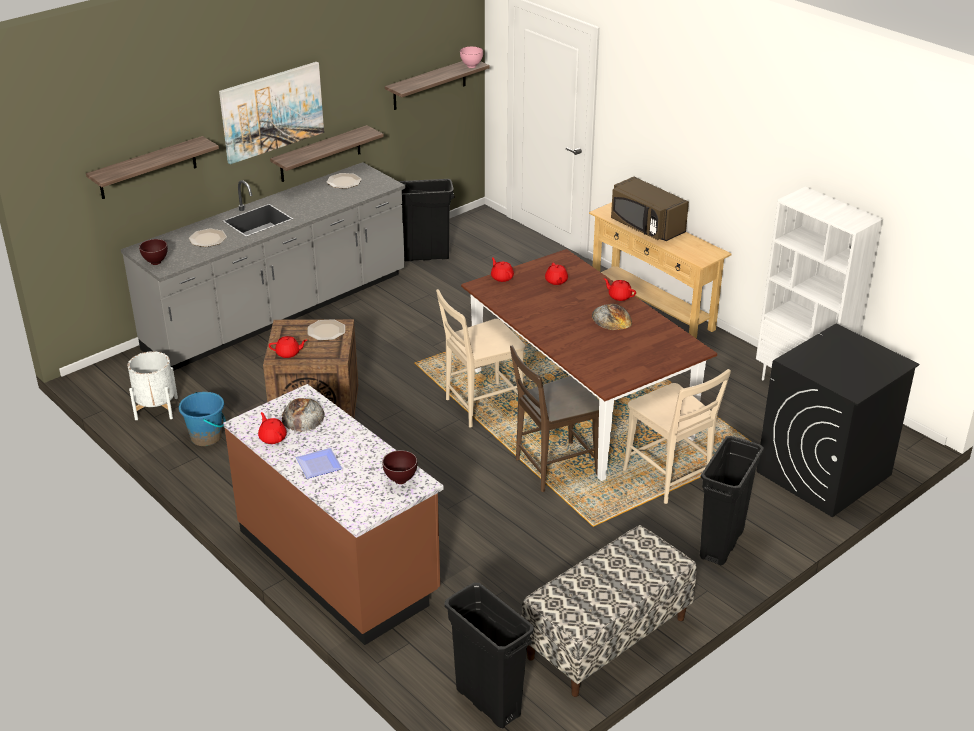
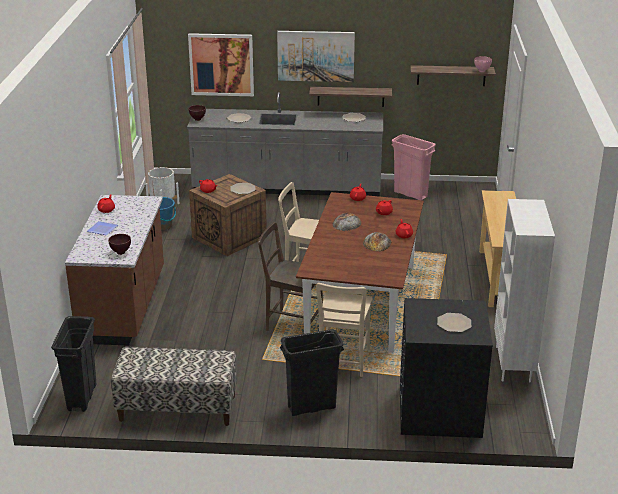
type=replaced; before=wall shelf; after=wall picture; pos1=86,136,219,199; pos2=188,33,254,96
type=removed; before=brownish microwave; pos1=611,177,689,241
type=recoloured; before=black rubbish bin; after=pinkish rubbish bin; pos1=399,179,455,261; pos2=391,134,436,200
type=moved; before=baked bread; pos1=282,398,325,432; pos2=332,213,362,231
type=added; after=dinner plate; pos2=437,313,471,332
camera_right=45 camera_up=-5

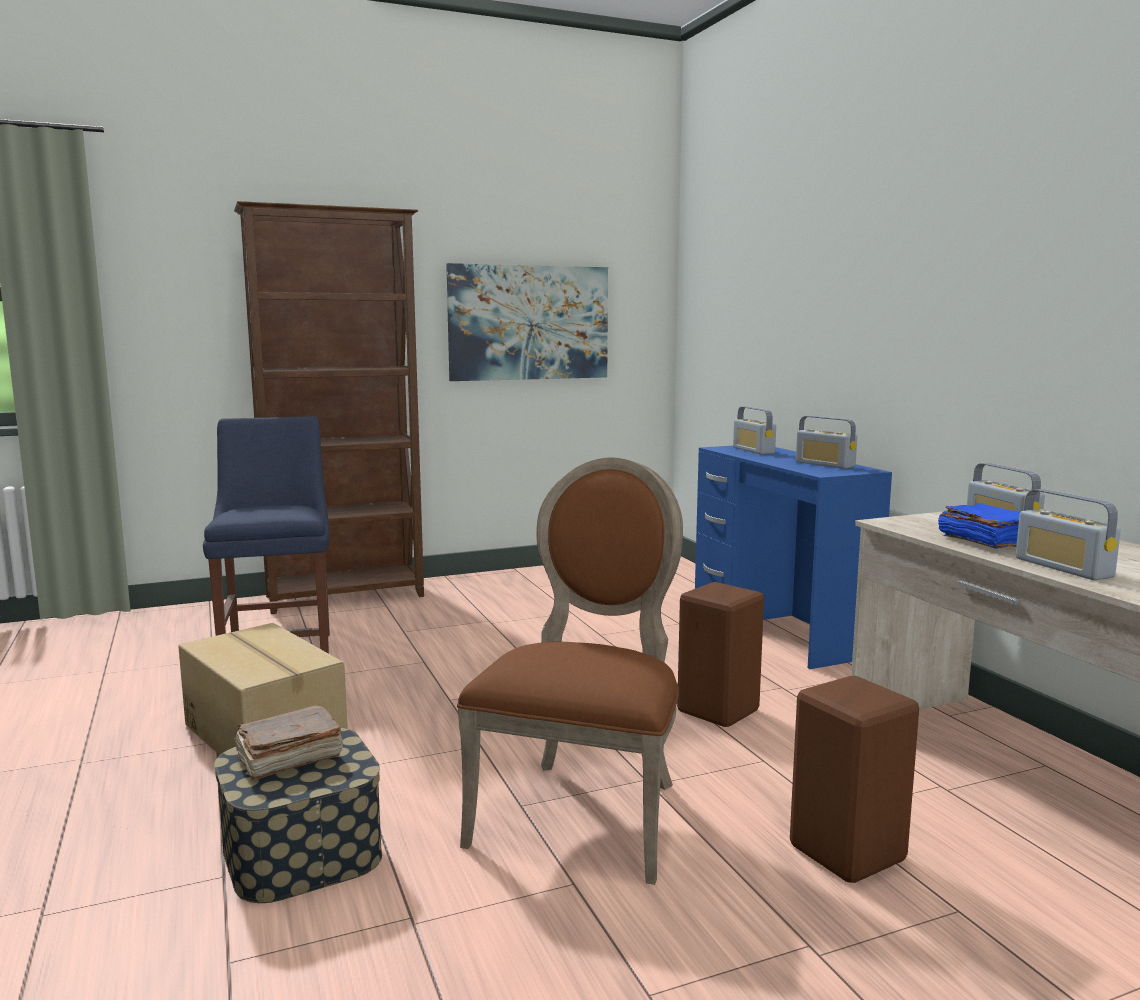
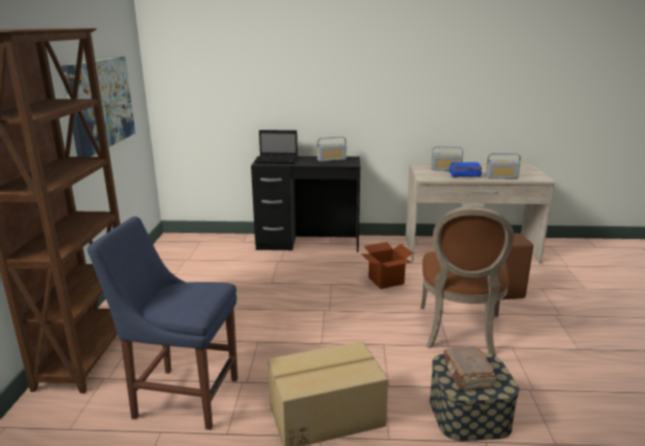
type=replaced; before=radio set; after=notebook computer; pos1=733,406,776,454; pos2=255,130,298,164
type=recoloured; before=bluish desk table; after=black desk table; pos1=695,446,892,669; pos2=251,156,360,252
type=turned; before=brownish chair; pos1=457,457,683,885; pos2=421,206,514,355; turn=-120
type=replaced; before=brownish stool seat; after=carton; pos1=677,582,764,727; pos2=361,242,413,289
camera_right=-65 camera_up=10

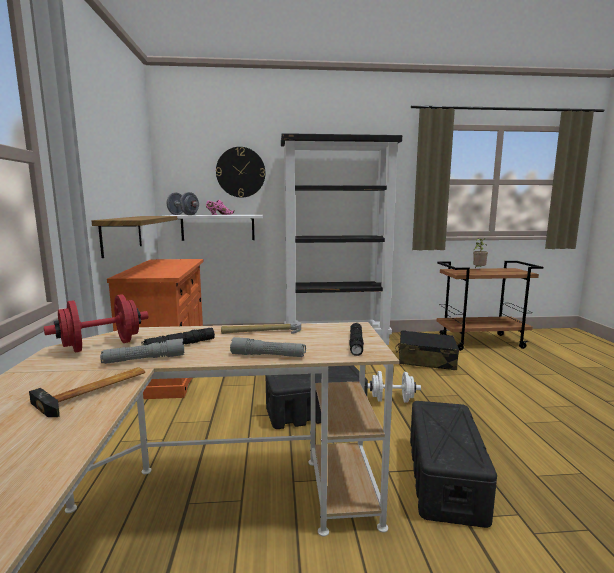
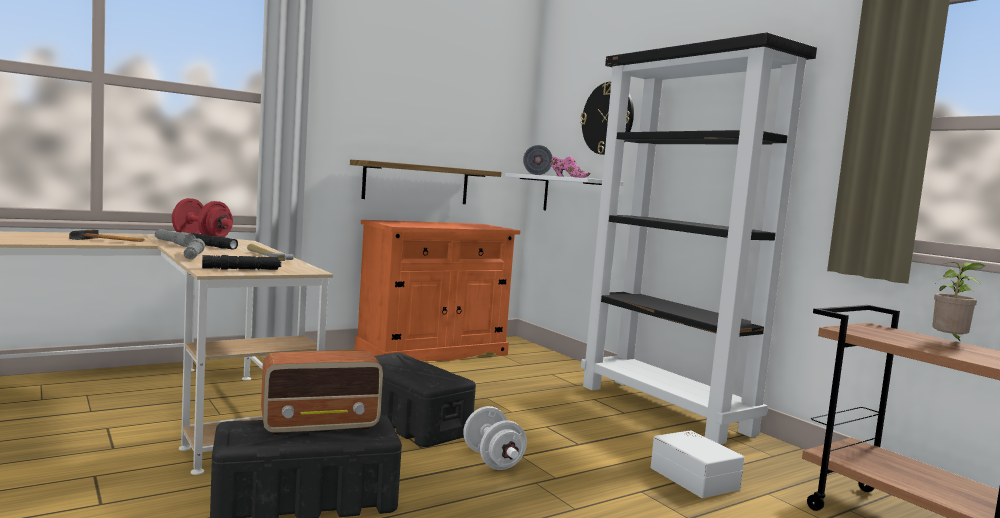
type=replaced; before=black travel case; after=whitish storage bin; pos1=395,330,459,370; pos2=651,430,744,498
type=added; after=radio set; pos2=261,351,383,435
camera_right=60 camera_up=-5

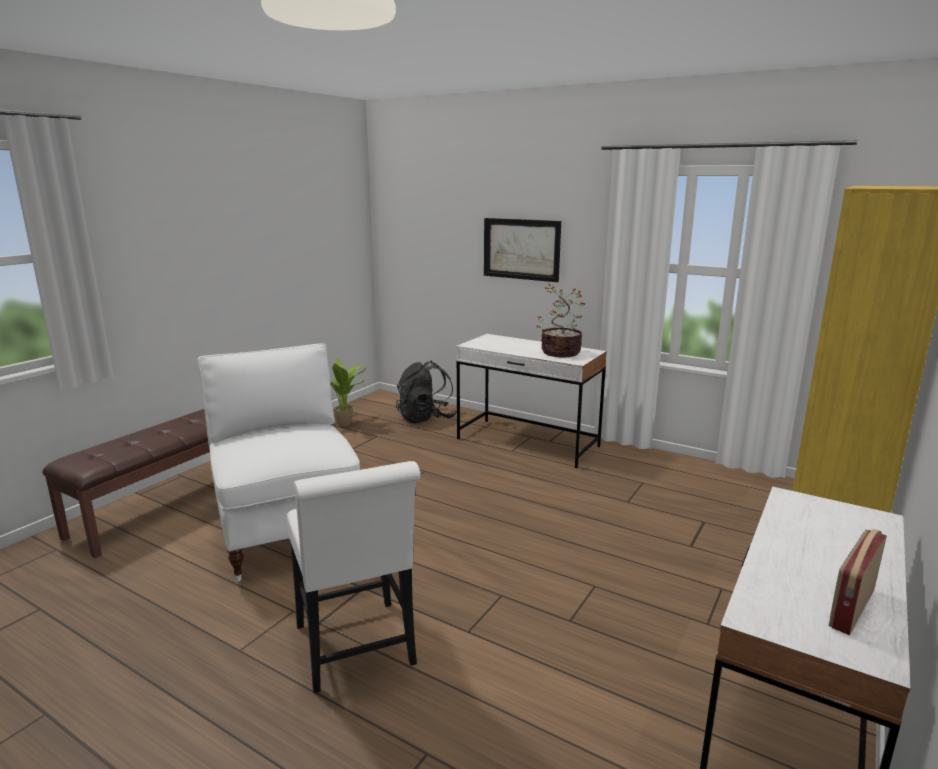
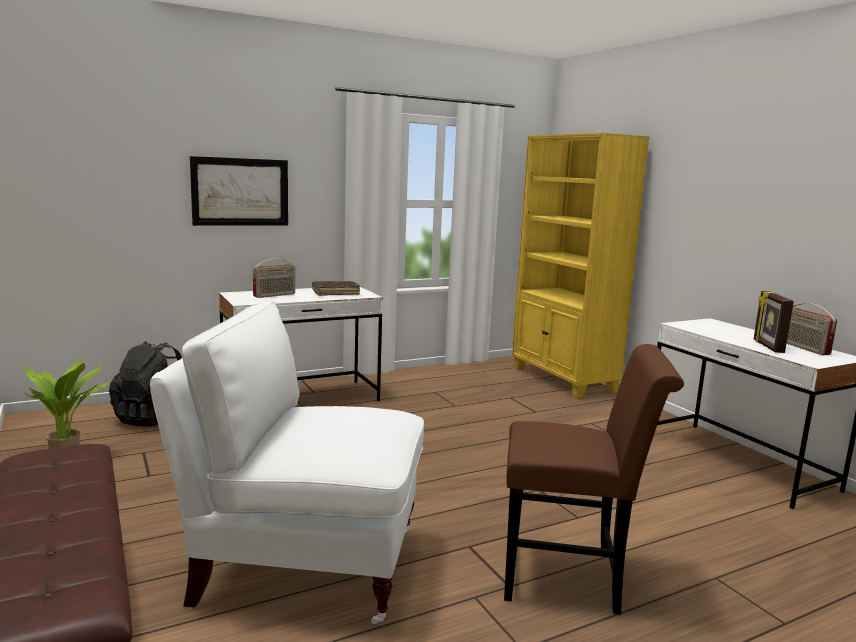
type=replaced; before=plant in a pot; after=brownish bound book; pos1=537,284,585,357; pos2=312,281,360,296
type=recoloured; before=whitish chair; after=brownish chair; pos1=287,461,421,693; pos2=504,344,684,614
type=added; after=radio set; pos2=253,259,295,298
type=added; after=picture frame; pos2=754,291,794,353
camera_right=-60 camera_up=-5

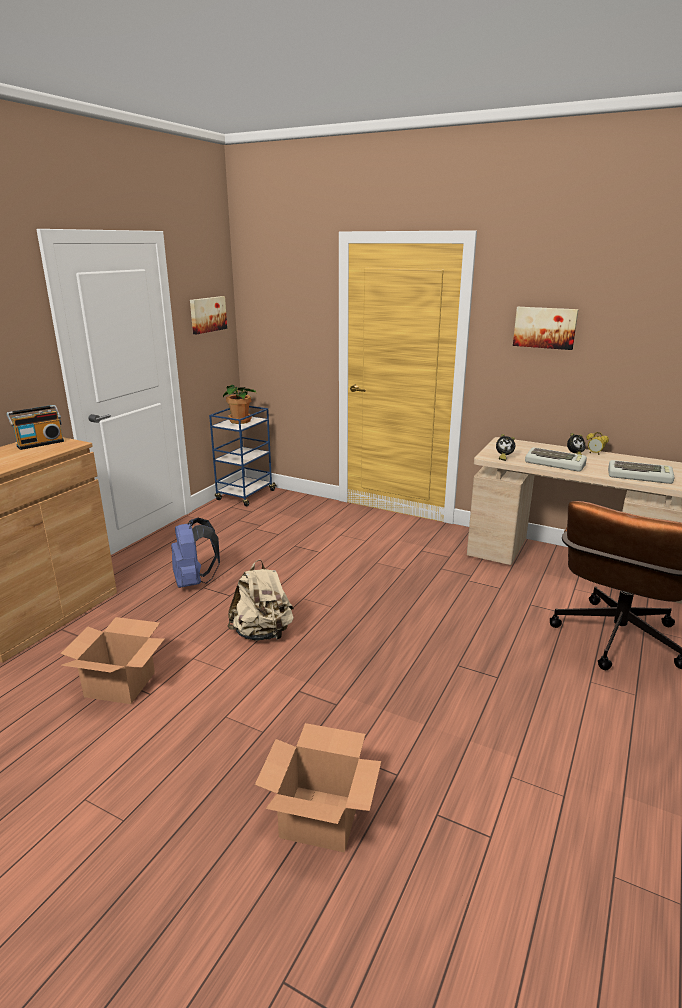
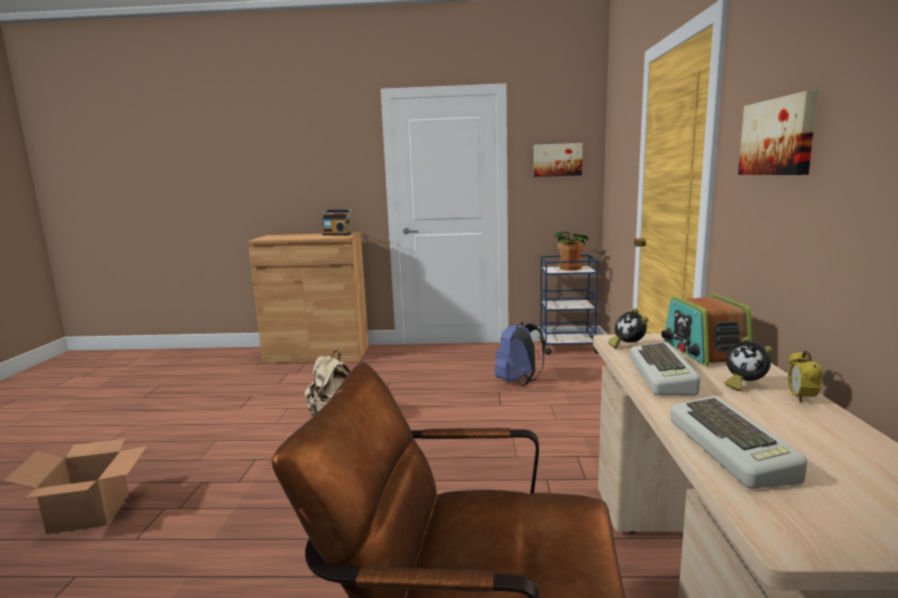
type=moved; before=bluish knapsack; pos1=171,518,220,588; pos2=495,322,545,386
type=removed; before=carton; pos1=60,617,165,704
type=added; after=radio set; pos2=661,294,752,366
camera_right=65 camera_up=-10

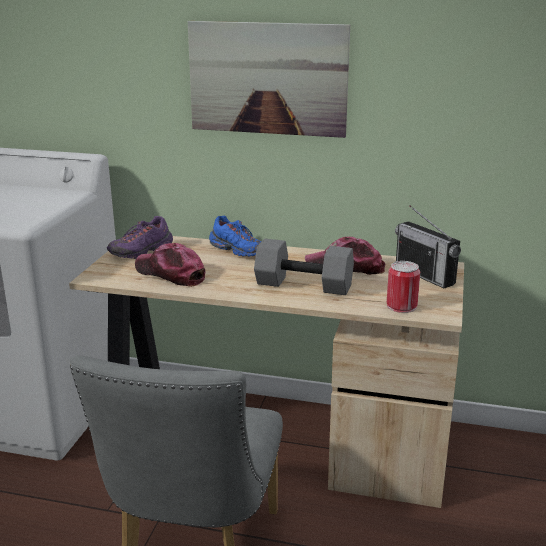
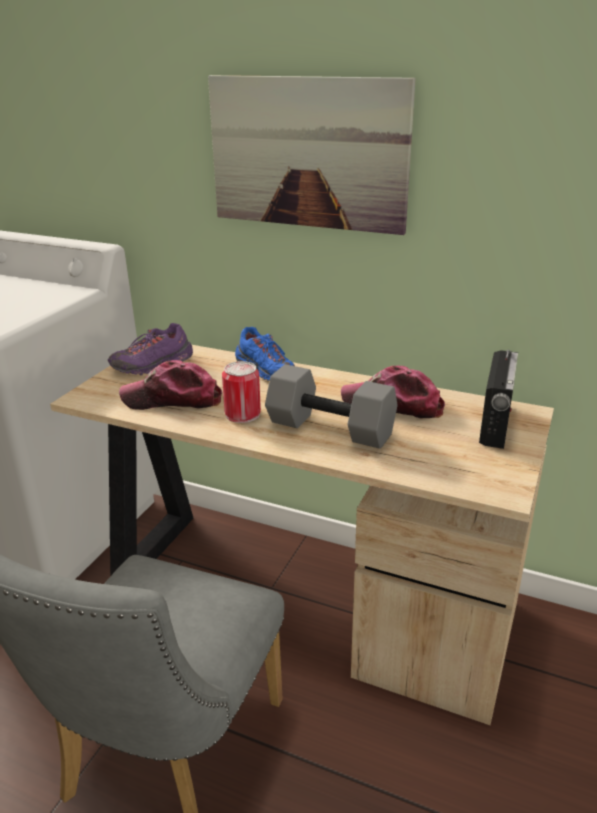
type=turned; before=radio set; pos1=395,205,461,288; pos2=479,350,518,449; turn=-135
type=turned; before=baseball cap; pos1=135,243,205,287; pos2=119,360,222,410; turn=-45
type=moved; before=can; pos1=387,261,420,313; pos2=222,361,261,423
camera_right=10 camera_up=5

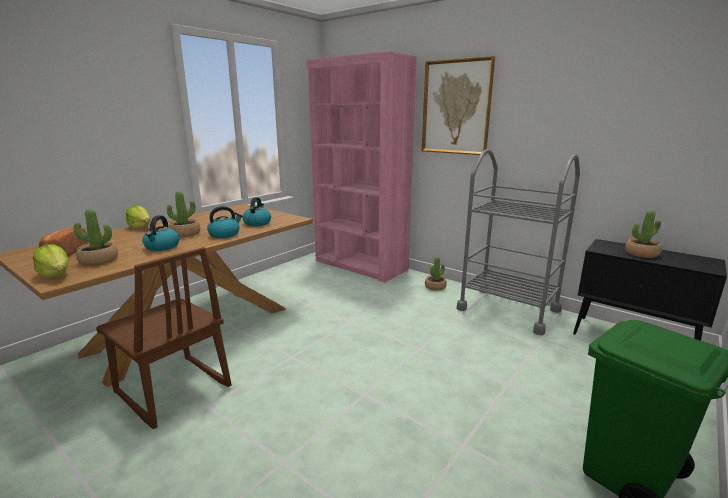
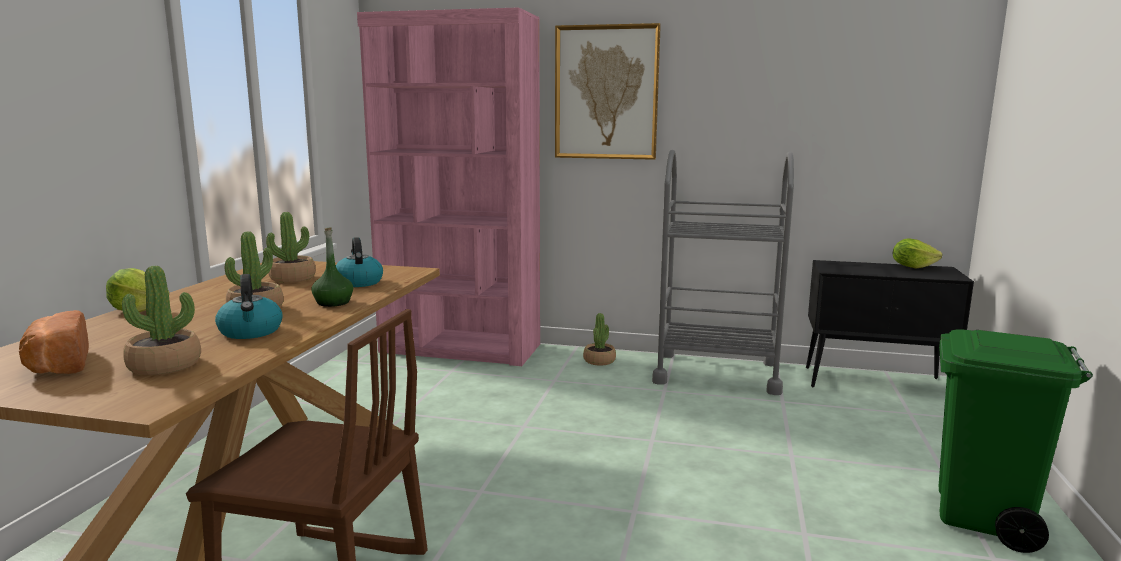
type=replaced; before=tea kettle; after=green drink bottle; pos1=207,206,242,238; pos2=311,227,353,307
type=moved; before=plant in a pot; pos1=625,210,662,258; pos2=266,212,316,283
type=moved; before=lettuce head; pos1=33,244,69,278; pos2=893,238,942,268
camera_right=-25 camera_up=-5

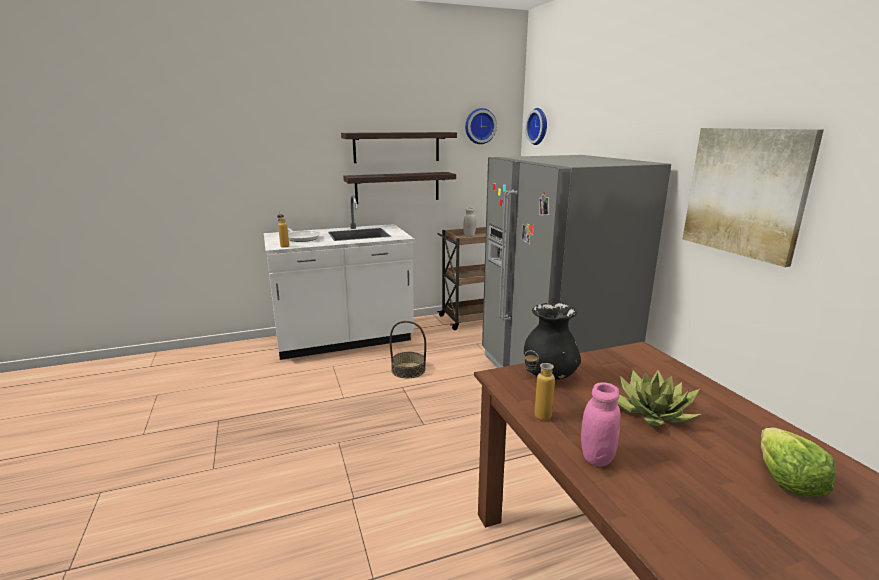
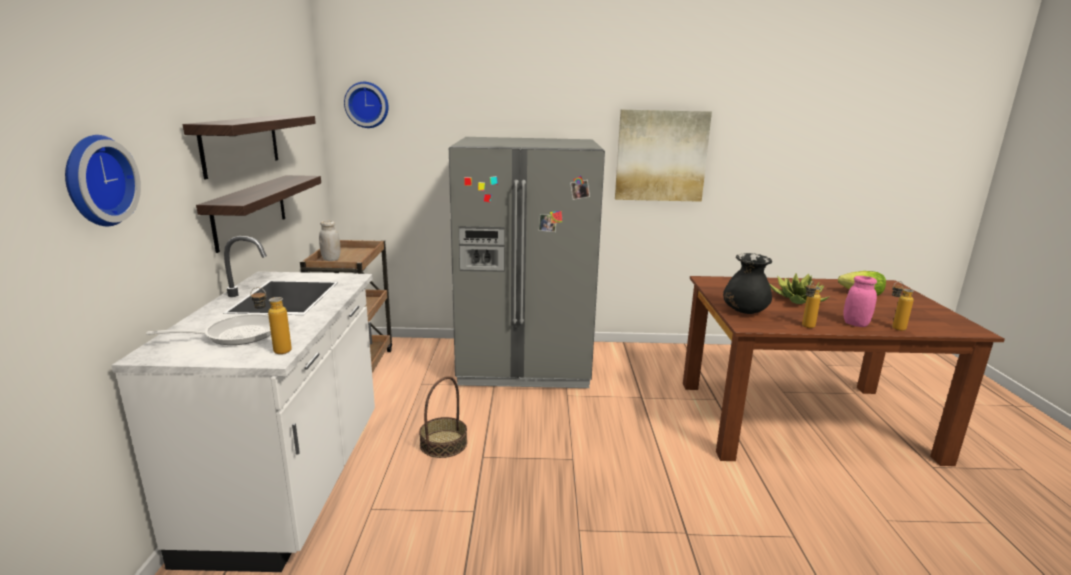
type=moved; before=hanging clock; pos1=465,108,497,144; pos2=65,135,141,226
type=added; after=drink bottle; pos2=892,281,914,331
camera_right=-70 camera_up=0

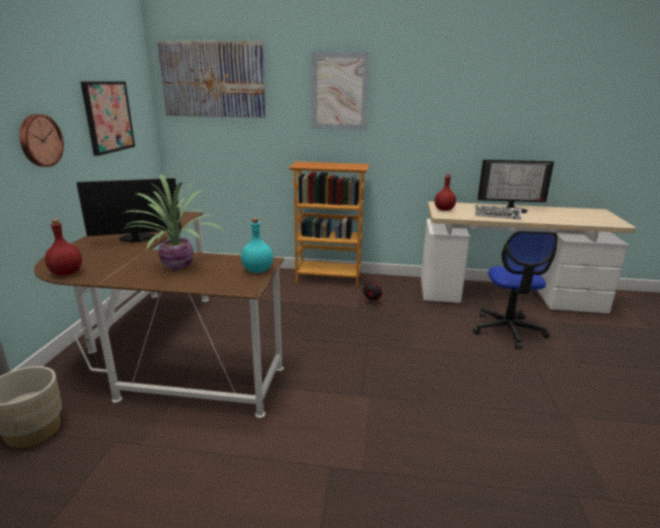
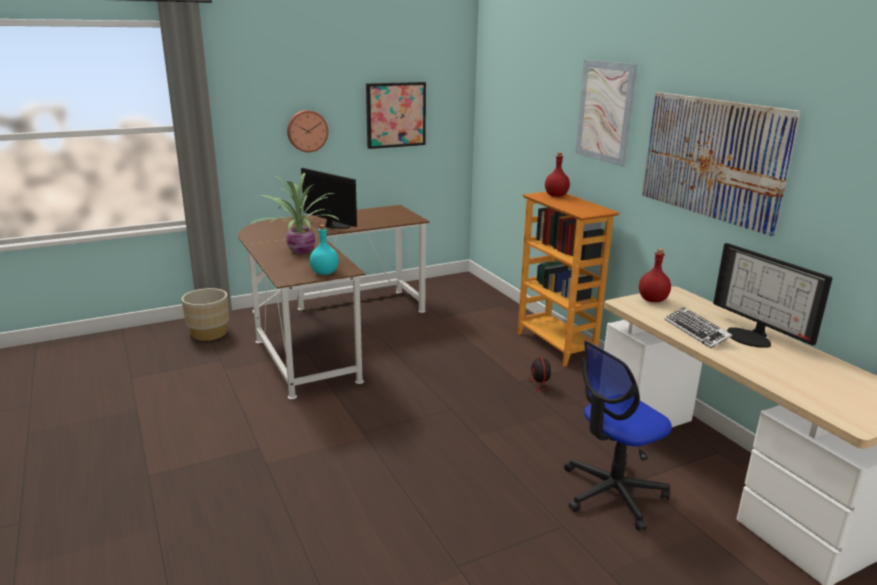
type=moved; before=wall picture; pos1=157,41,266,118; pos2=642,92,801,236
type=moved; before=reddish drink bottle; pos1=45,219,82,276; pos2=545,152,570,197
camera_right=55 camera_up=0

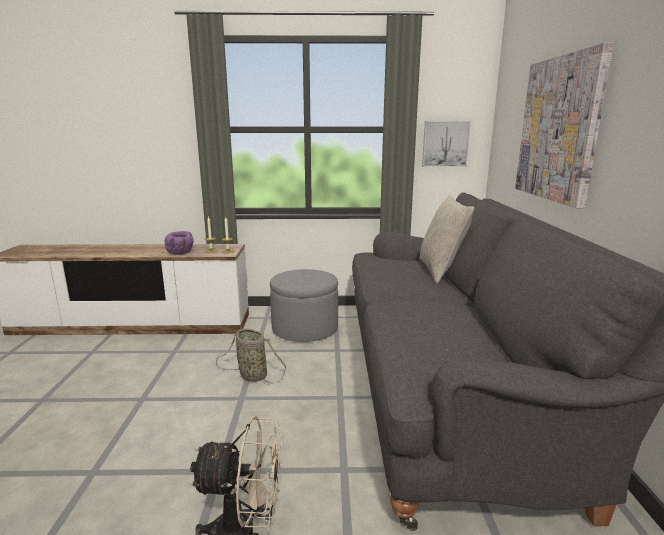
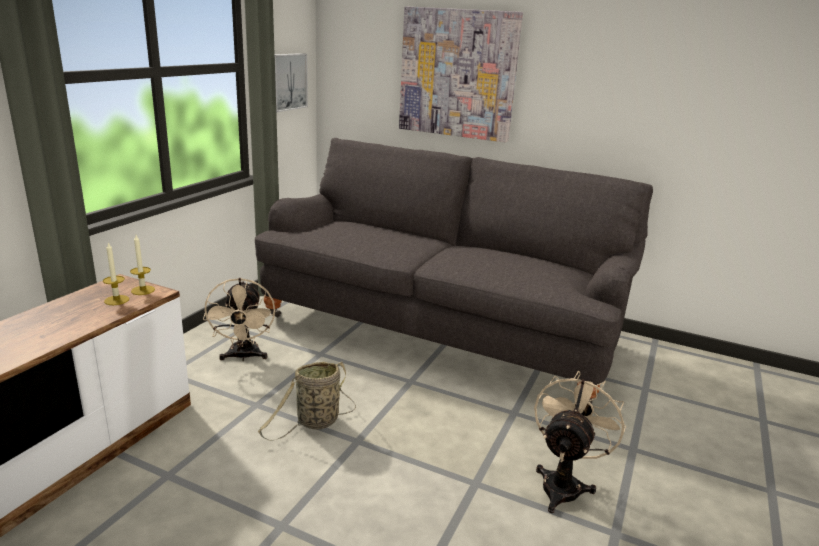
type=removed; before=sand-coloured throw pillow; pos1=419,195,475,284
type=removed; before=purplish serving bowl; pos1=165,231,194,255
type=replaced; before=grey ottoman; after=sand-coloured electric fan; pos1=270,269,338,342; pos2=203,278,275,361
camera_right=-65 camera_up=5

